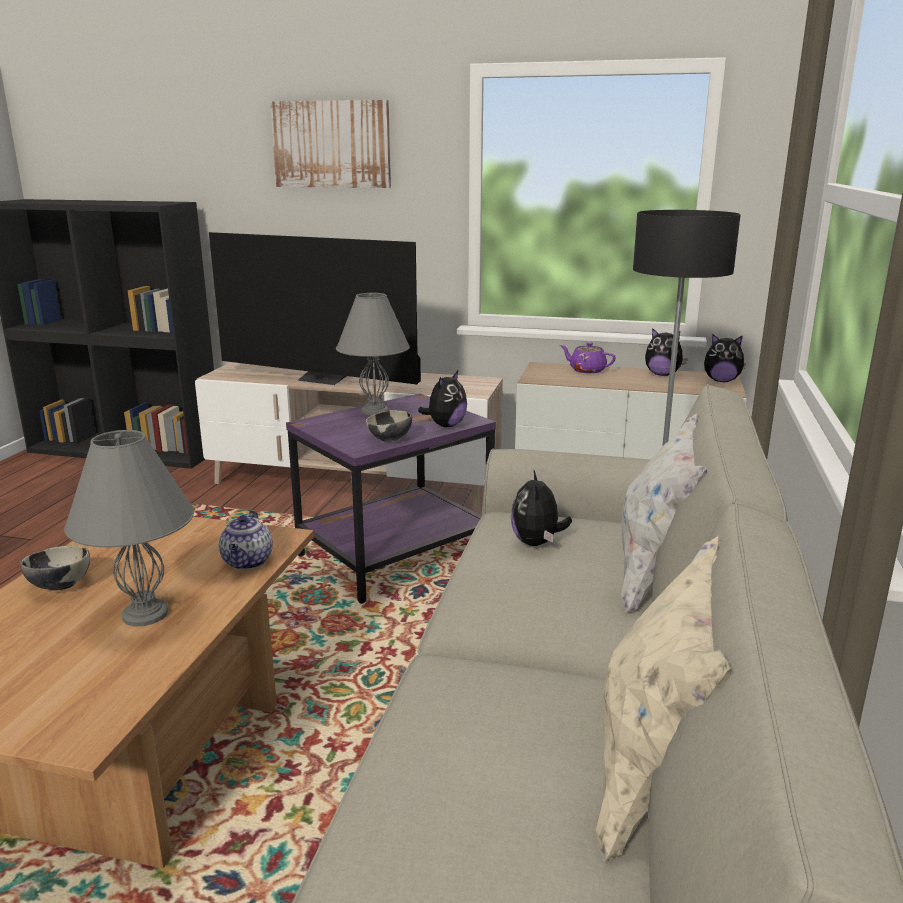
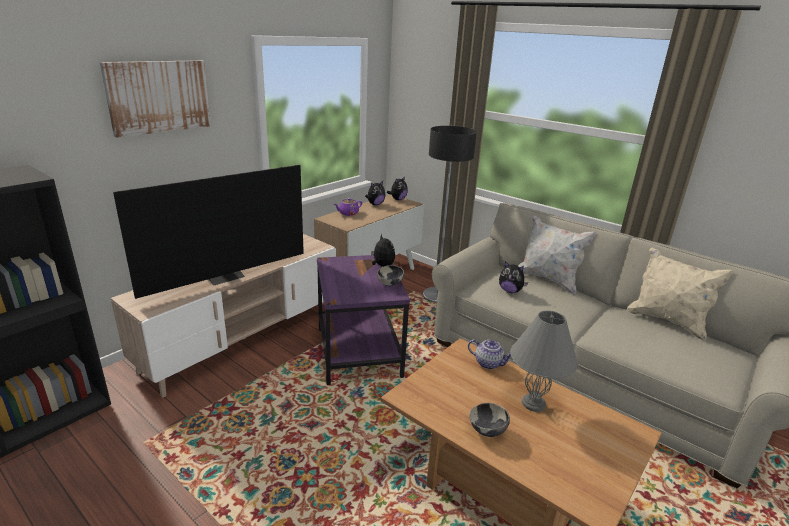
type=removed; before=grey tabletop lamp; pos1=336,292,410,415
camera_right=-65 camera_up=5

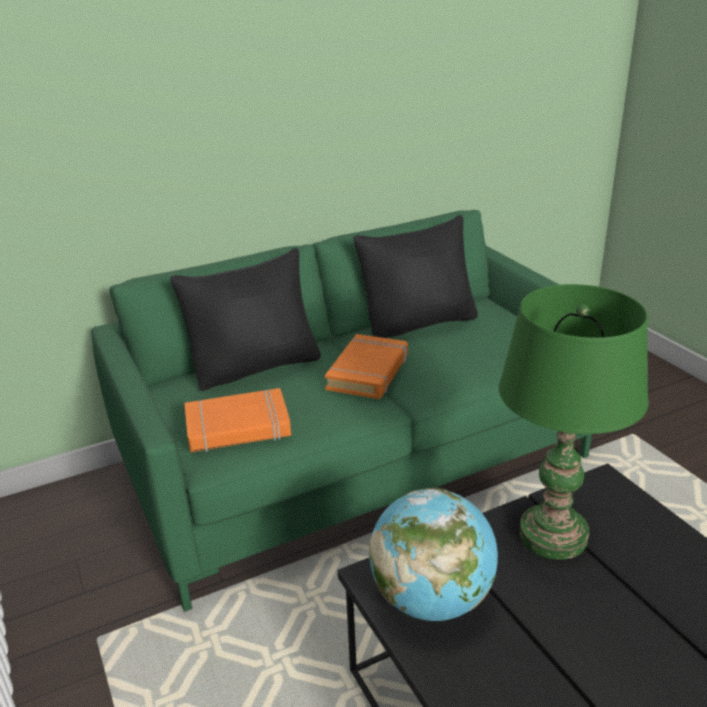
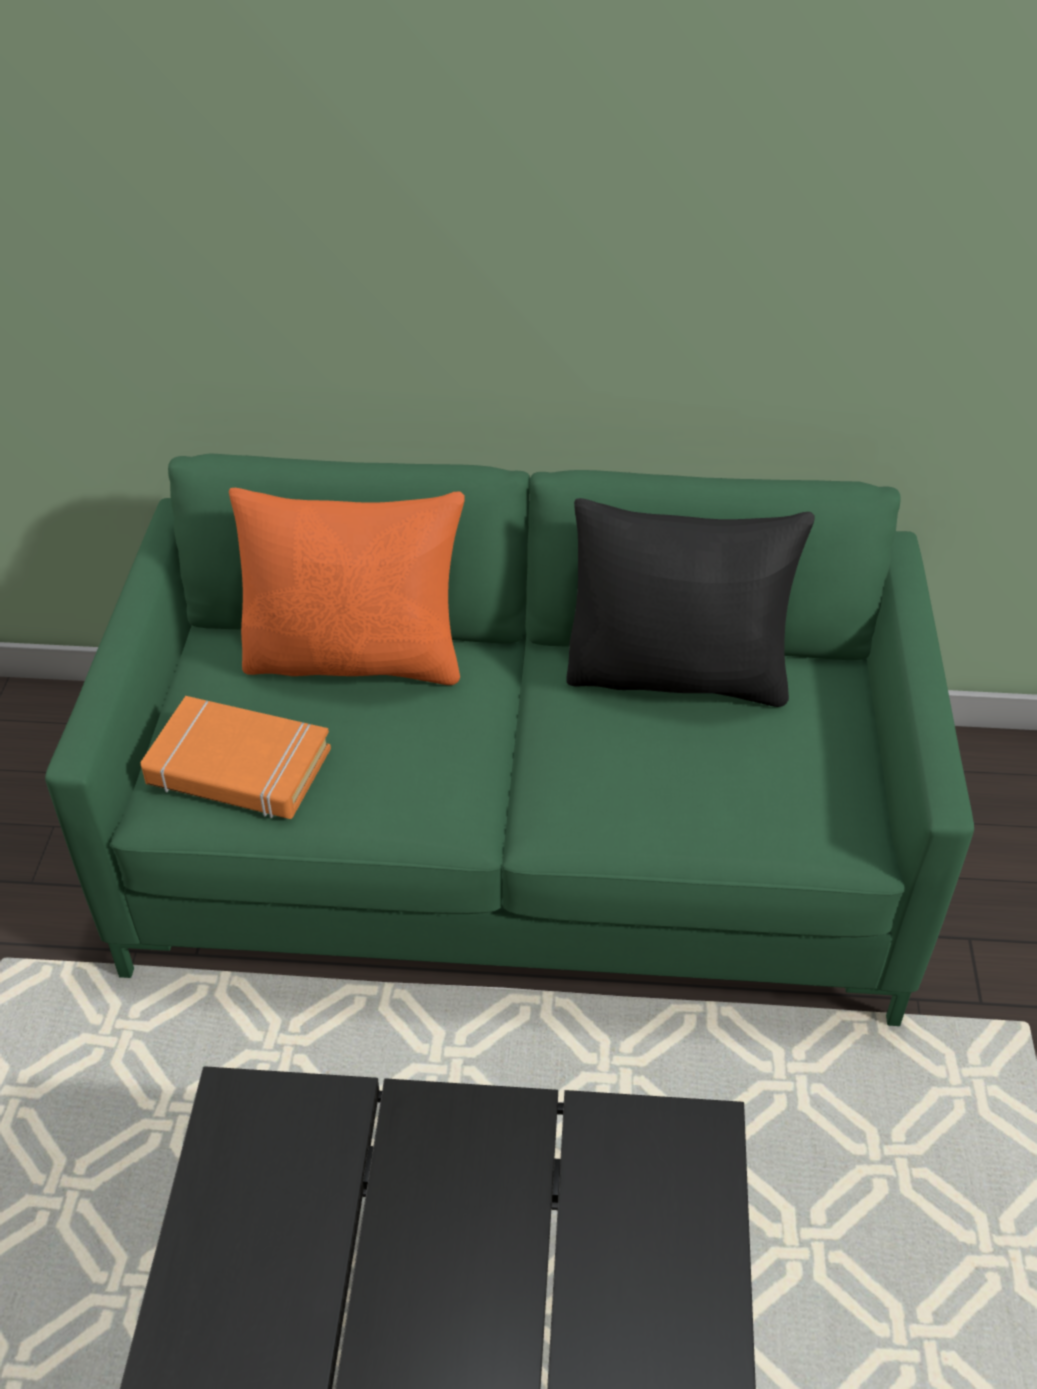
type=recoloured; before=black throw pillow; after=orangey throw pillow; pos1=170,248,321,391; pos2=229,488,465,685
type=removed; before=green tabletop lamp; pos1=499,284,649,560
type=removed; before=orangey bound book; pos1=325,334,408,399
type=removed; before=globe; pos1=369,488,498,621
camera_right=30 camera_up=15

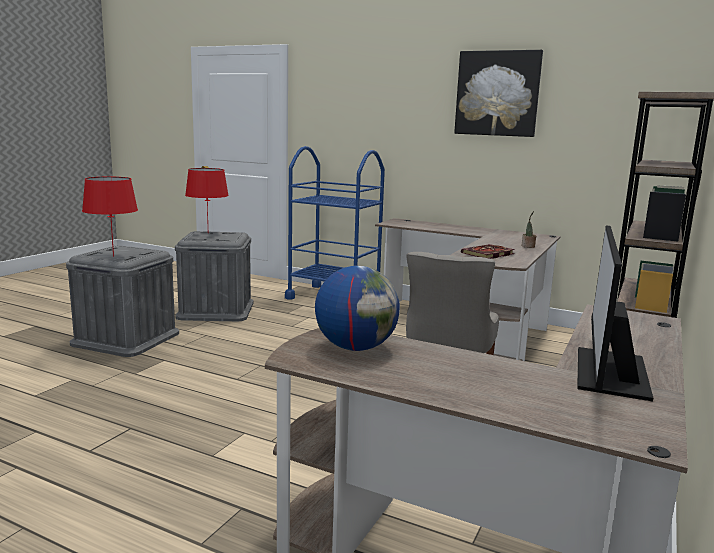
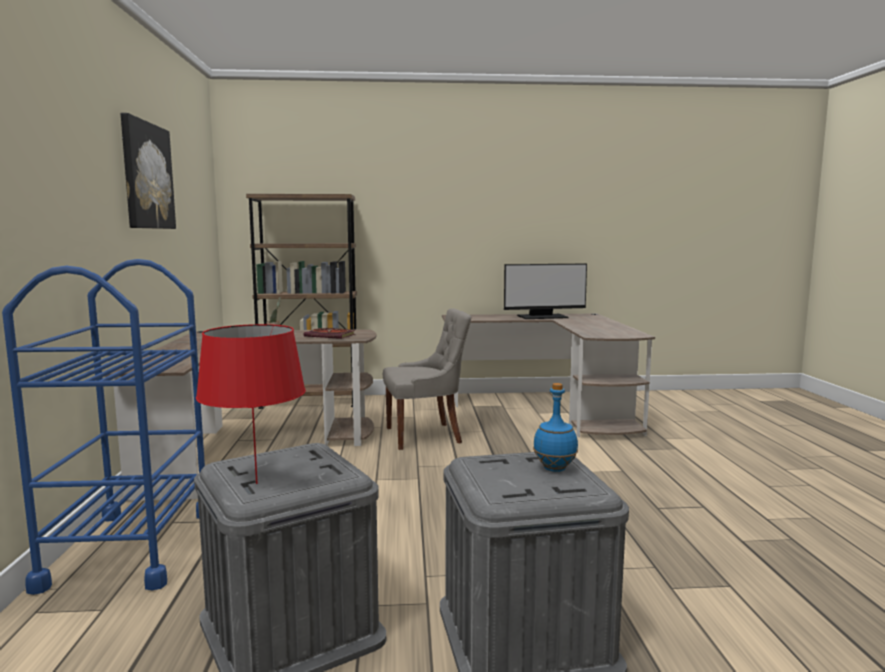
type=replaced; before=reddish tabletop lamp; after=bluish drink bottle; pos1=82,177,138,257; pos2=533,383,578,472
type=removed; before=globe; pos1=315,266,400,351
camera_right=-120 camera_up=-5

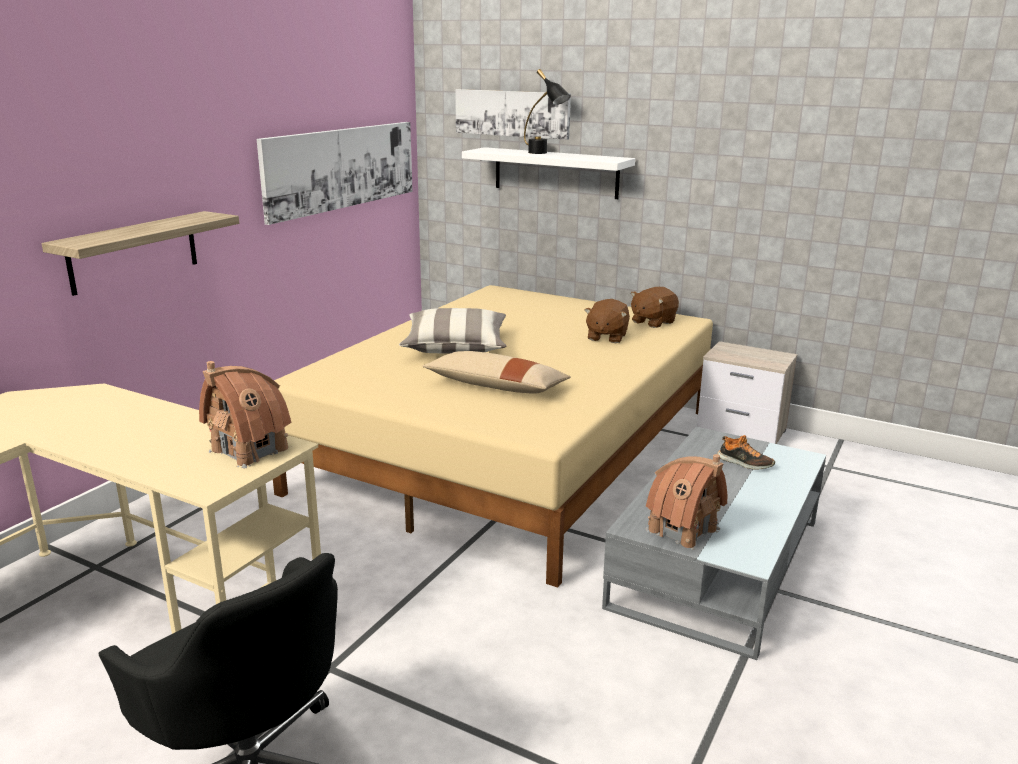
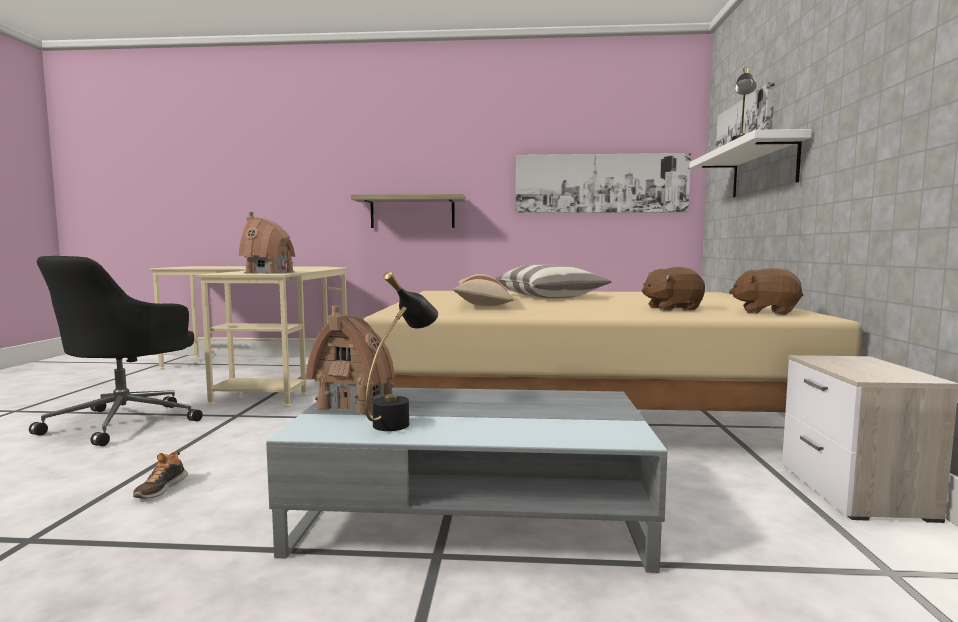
type=moved; before=low shoe; pos1=717,435,775,469; pos2=133,451,188,499
type=added; after=black tabletop lamp; pos2=365,271,438,431
camera_right=65 camera_up=-15

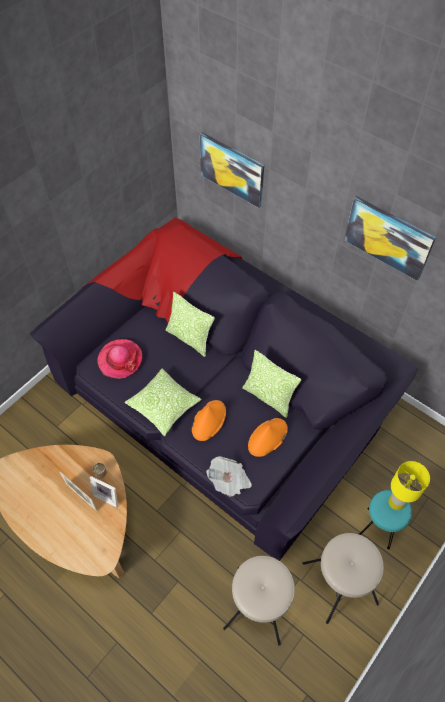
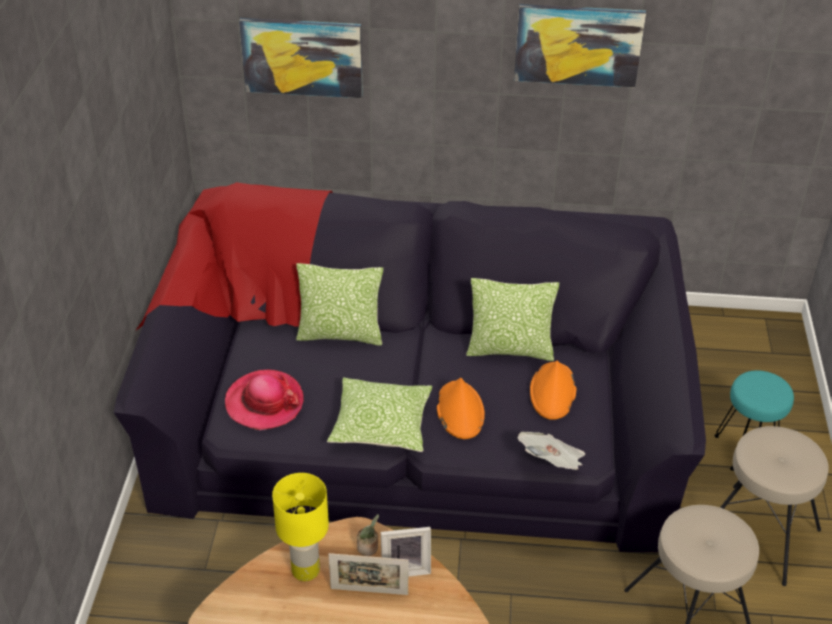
type=moved; before=yellowish tabletop lamp; pos1=389,461,430,510; pos2=272,473,329,581
camera_right=-35 camera_up=-15

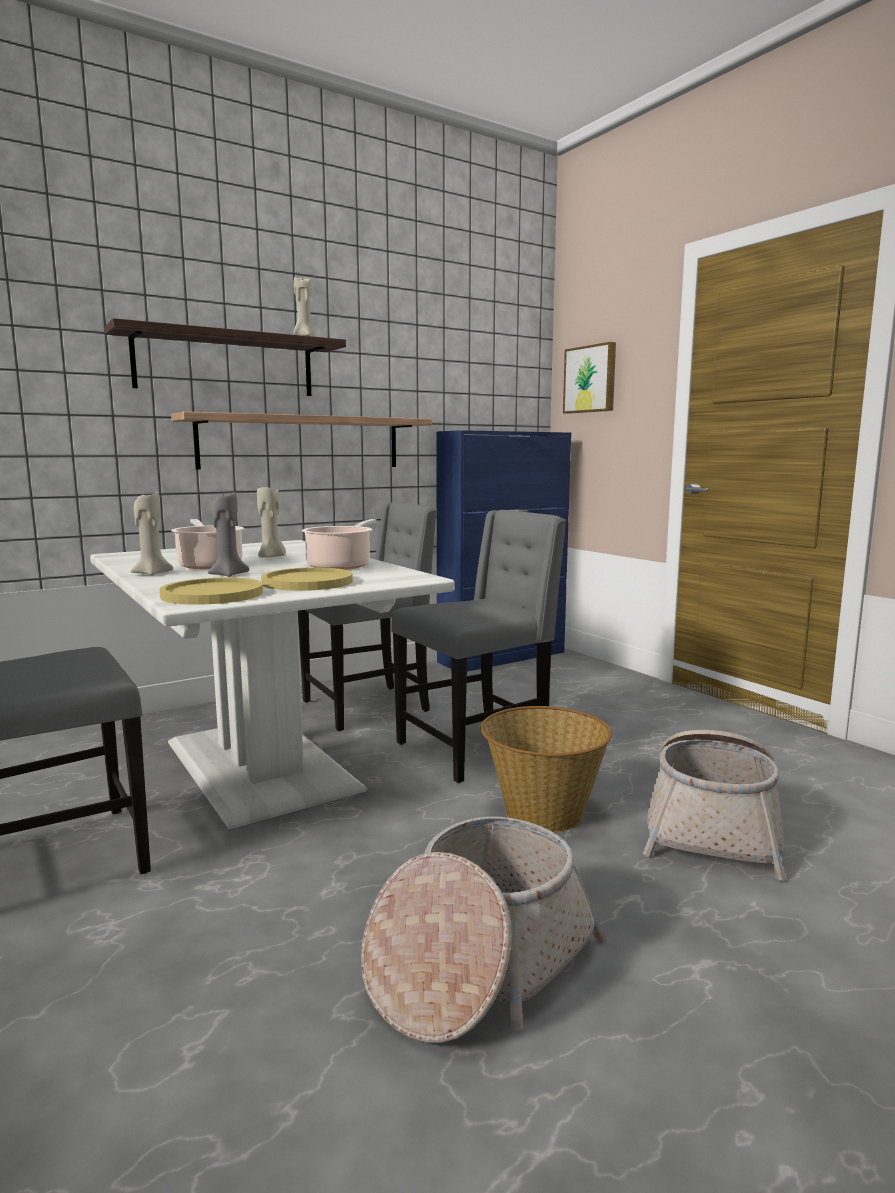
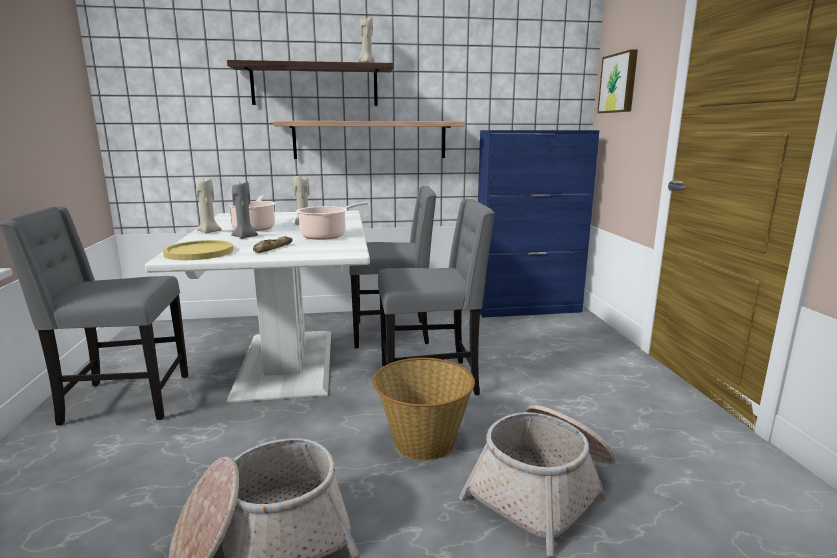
type=replaced; before=yellowish dinner plate; after=baked bread; pos1=261,567,353,591; pos2=253,236,293,253
camera_right=25 camera_up=5

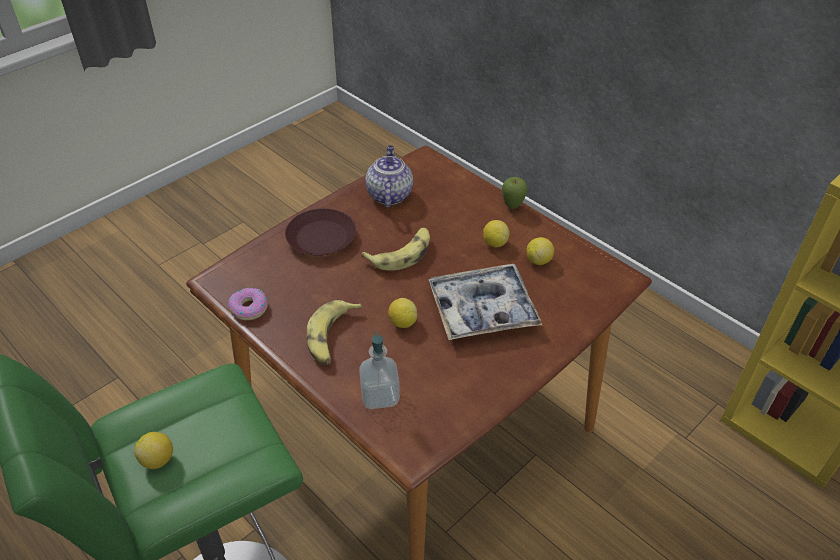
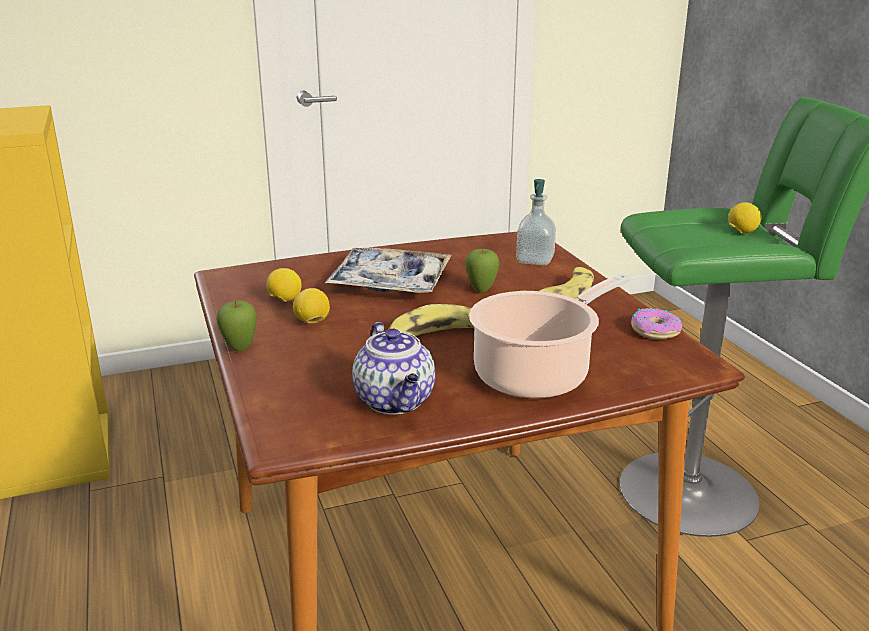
type=turned; before=teapot; pos1=365,145,413,208; pos2=352,322,435,415; turn=-45
type=replaced; before=brownish dinner plate; after=cooking pot; pos1=285,208,356,255; pos2=469,273,631,398
type=replaced; before=lemon; after=whole apple; pos1=388,298,417,328; pos2=465,249,500,293
camera_right=-155 camera_up=-20

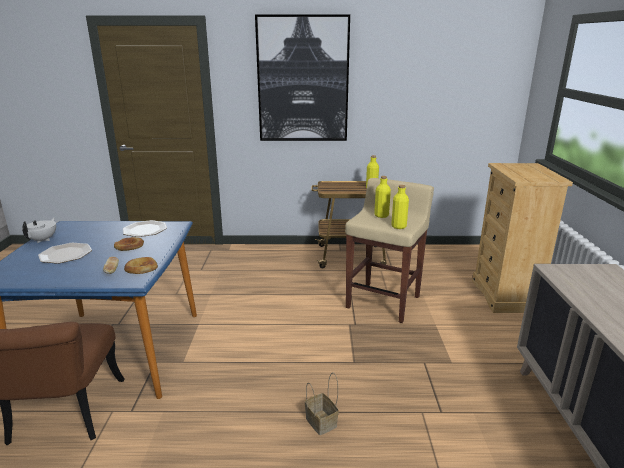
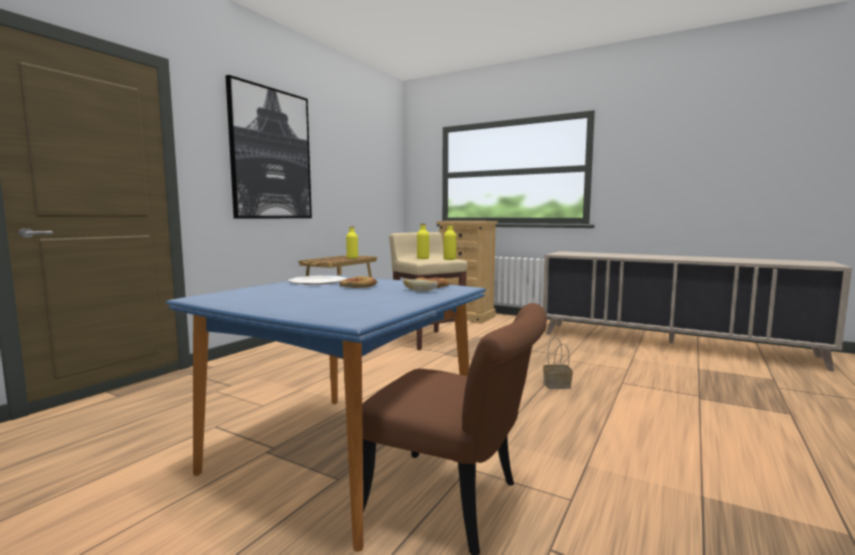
type=removed; before=whitish teapot; pos1=22,218,56,243
type=removed; before=dinner plate; pos1=38,243,92,264
camera_right=-60 camera_up=-15

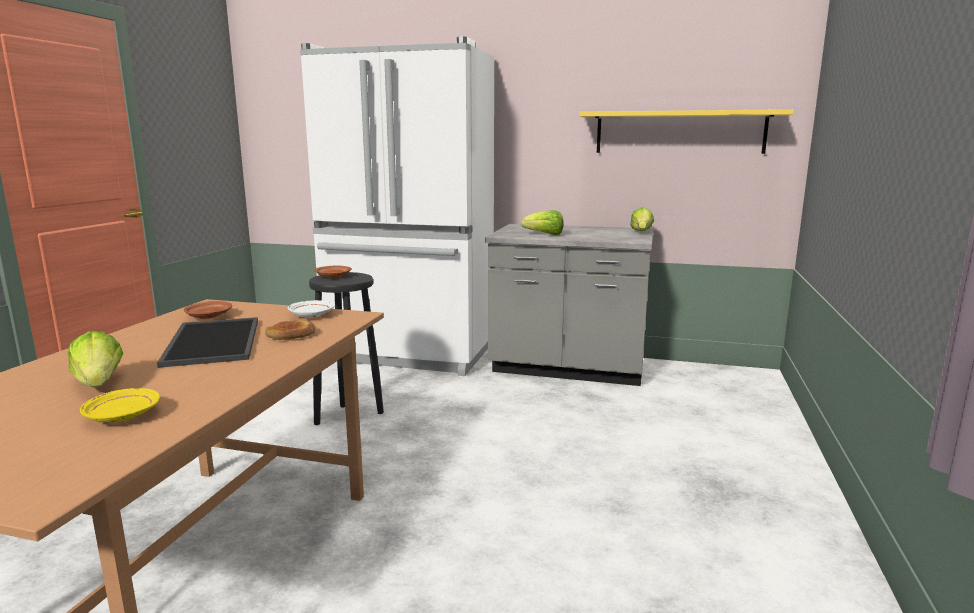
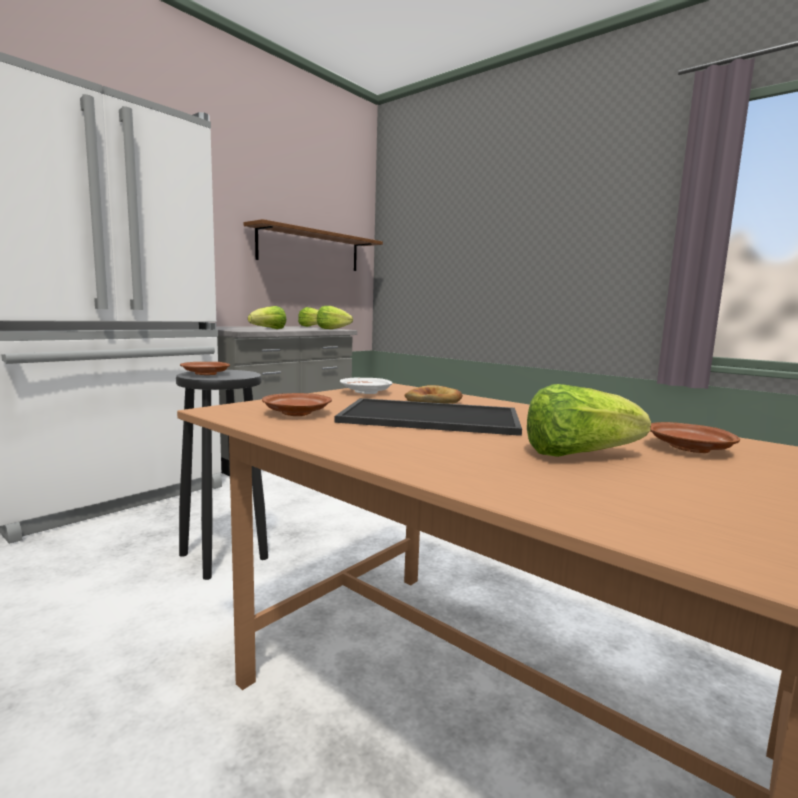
type=recoloured; before=yellowish wall shelf; after=brownish wall shelf; pos1=579,109,794,154; pos2=244,219,383,271
type=recoloured; before=yellowish dinner plate; after=brownish dinner plate; pos1=80,388,160,422; pos2=650,422,740,453
type=added; after=lettuce head; pos2=317,306,353,329
camera_right=-65 camera_up=-5

